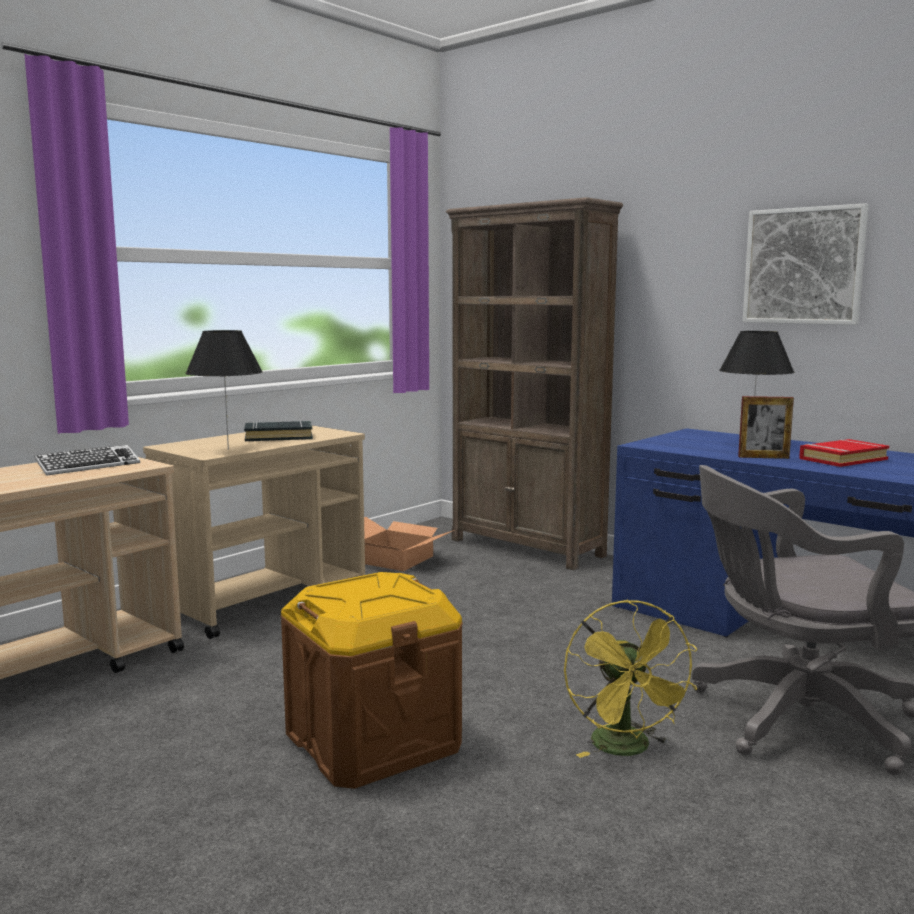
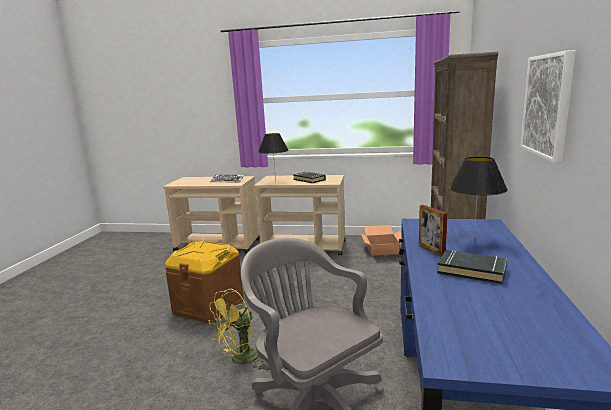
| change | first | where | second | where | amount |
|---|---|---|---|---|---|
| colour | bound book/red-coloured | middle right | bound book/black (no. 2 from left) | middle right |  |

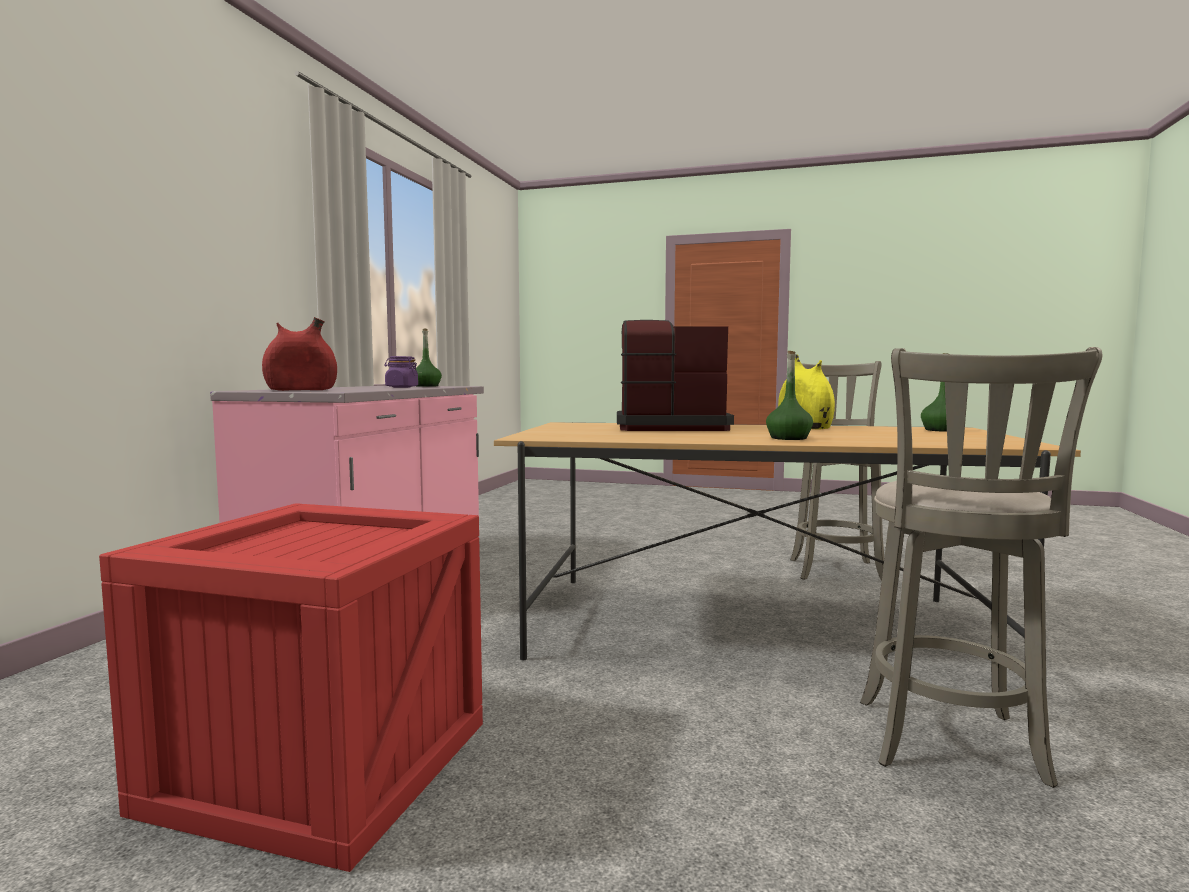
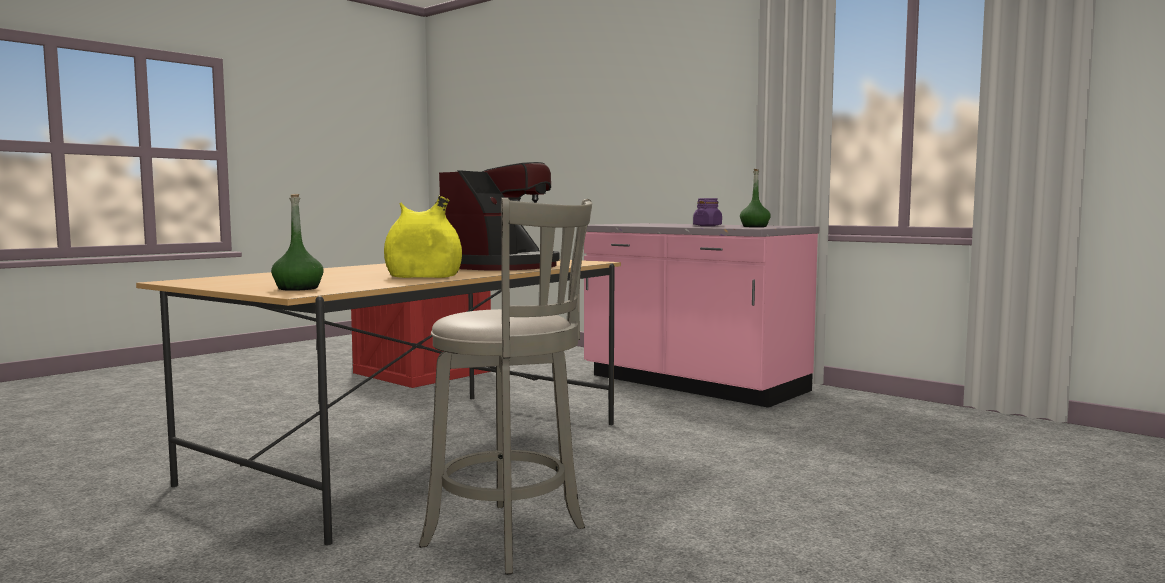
| change | first | where | second | where | amount |
|---|---|---|---|---|---|
| missing | flower vase/red-coloured | middle left |  |  |  |
| missing | bottle/greenish (no. 2 from left) | centre |  |  |  |
| missing | stool/grey (no. 2 from left) | middle right |  |  |  |

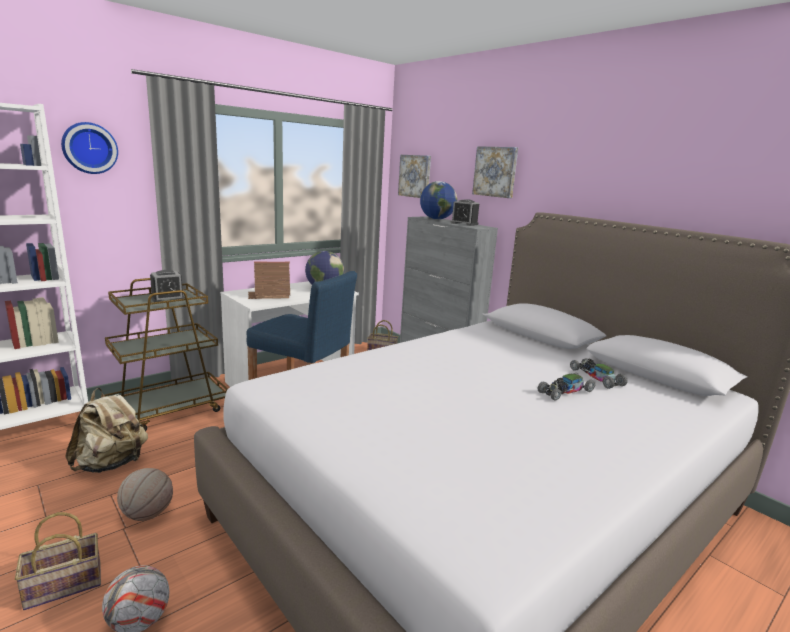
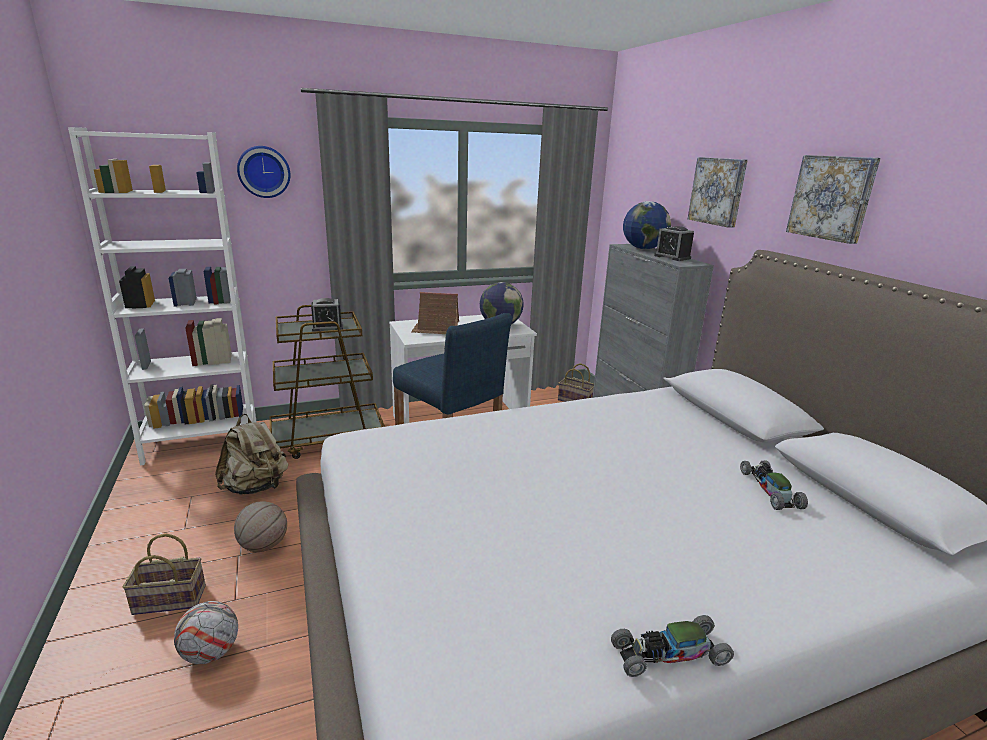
| change | first | where | second | where | amount |
|---|---|---|---|---|---|
| relocated | wall picture (no. 1 from left in the first image) | top centre | wall picture (no. 2 from left) | top right |  |
| relocated | miniature car (no. 1 from left) | middle right |  | bottom right |  |

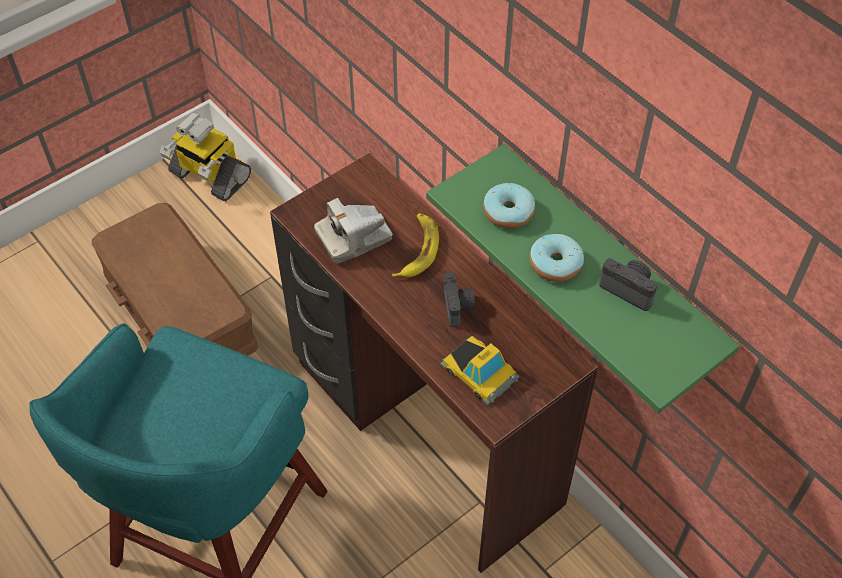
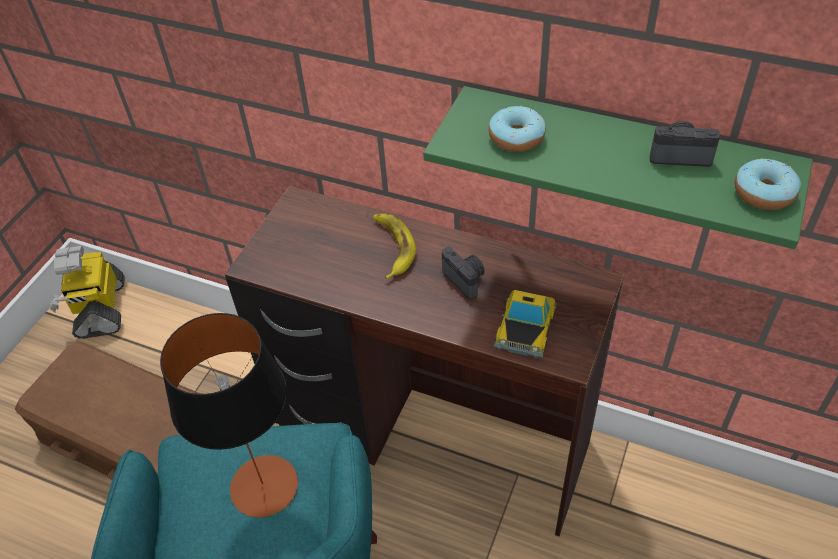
| change | first | where | second | where | amount |
|---|---|---|---|---|---|
| spun | robot figure | top left |  | middle left | 75 degrees clockwise |
| missing | still camera (no. 1 from left) | centre |  |  |  |
| spun | miniature car | centre |  | centre | 90 degrees counterclockwise |
| relocated | doughnut (no. 2 from left) | centre |  | top right |  |
| appeared |  |  | tabletop lamp | bottom left |  |

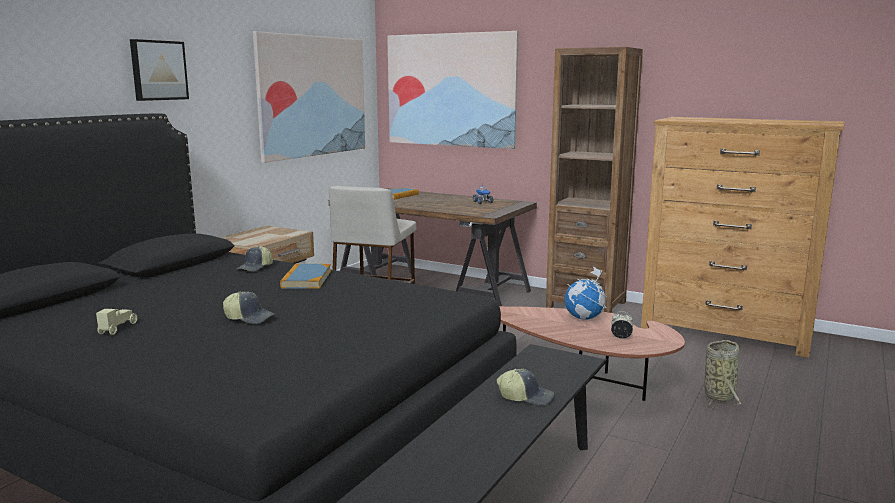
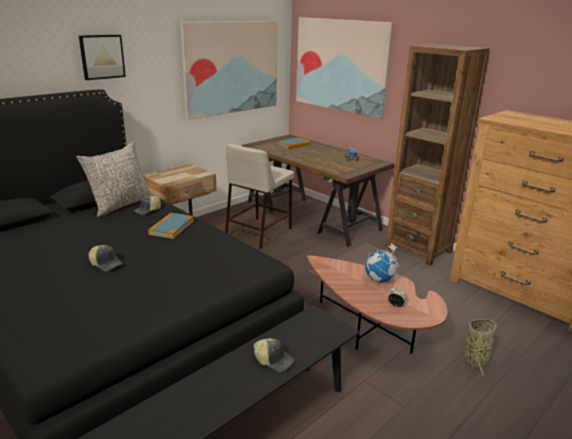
| change | first | where | second | where | amount |
|---|---|---|---|---|---|
| missing | miniature car/beige-coloured | middle left |  |  |  |
| appeared |  |  | throw pillow/grey | middle left |  |

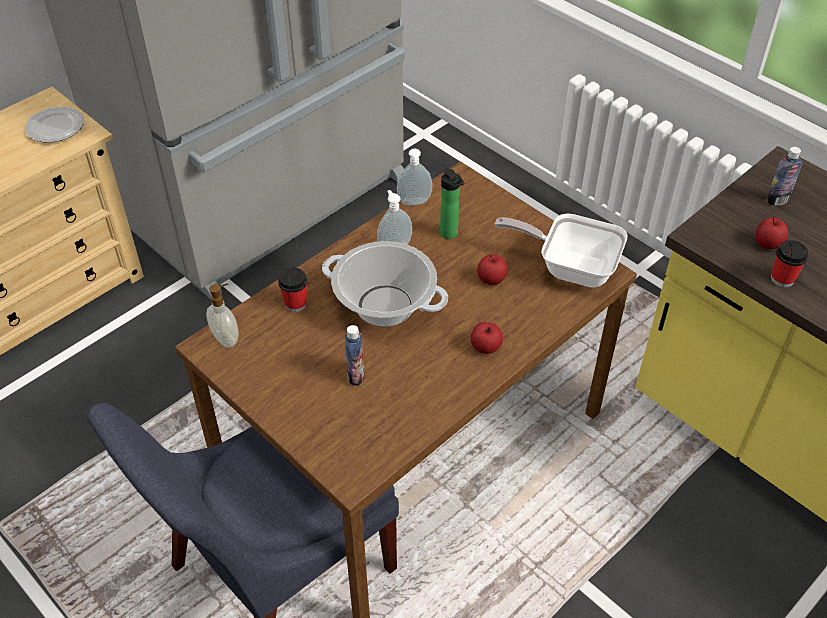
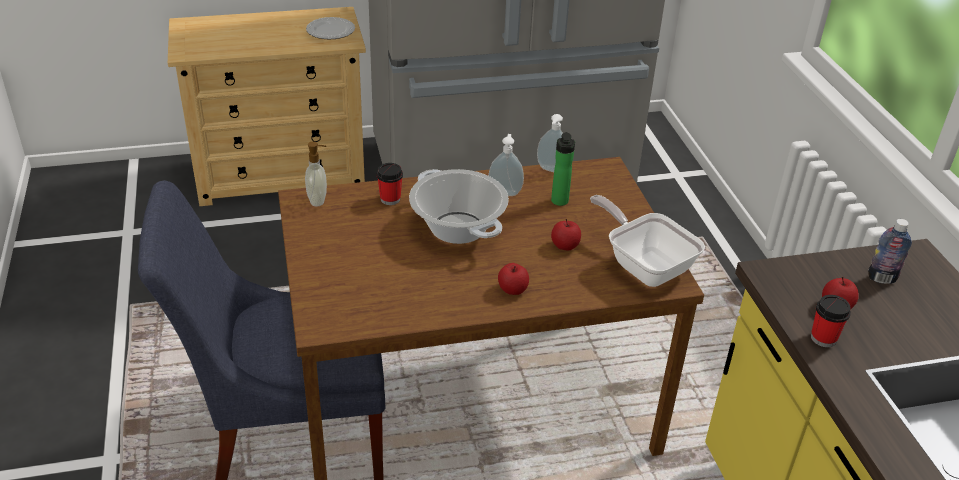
| change | first | where | second | where | amount |
|---|---|---|---|---|---|
| missing | bottle (no. 1 from left) | centre |  |  |  |

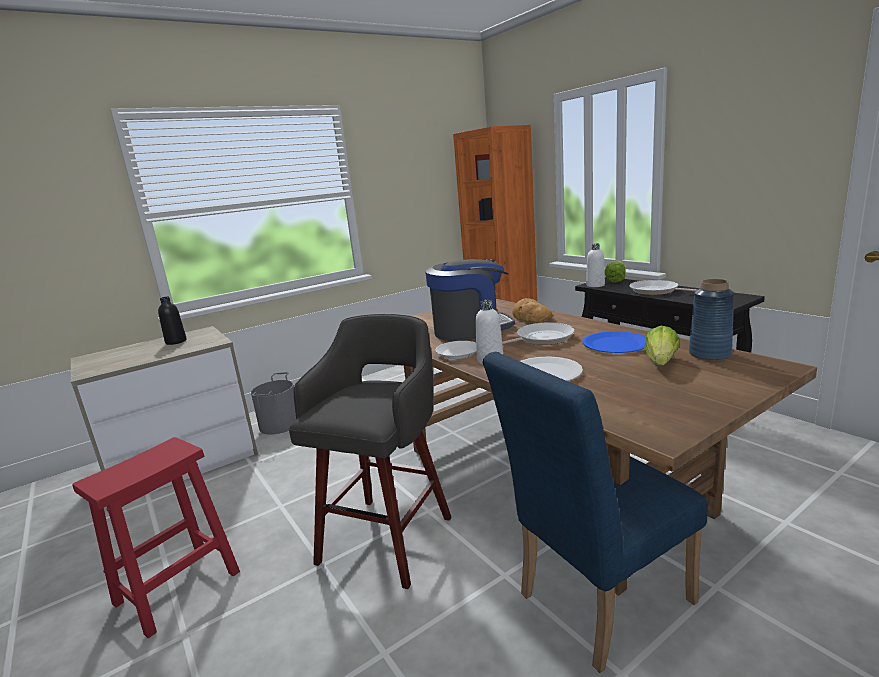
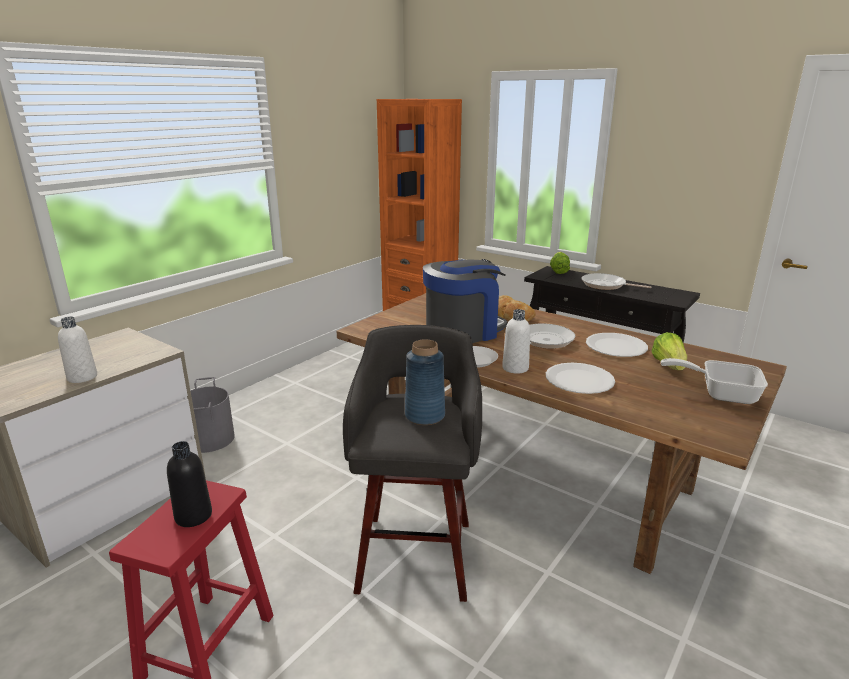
| change | first | where | second | where | amount |
|---|---|---|---|---|---|
| relocated | bottle/black | middle left |  | bottom left |  |
| missing | chair/bluish | bottom right |  |  |  |
| colour | plate/bluish | middle right | plate/whitish (no. 3 from left) | middle right |  |
| relocated | bottle/whitish (no. 2 from left in the first image) | middle right | bottle/whitish (no. 1 from left) | middle left |  |
| relocated | flower vase/bluish | middle right |  | centre |  |
| appeared |  |  | frying pan (no. 3 from left) | middle right |  |

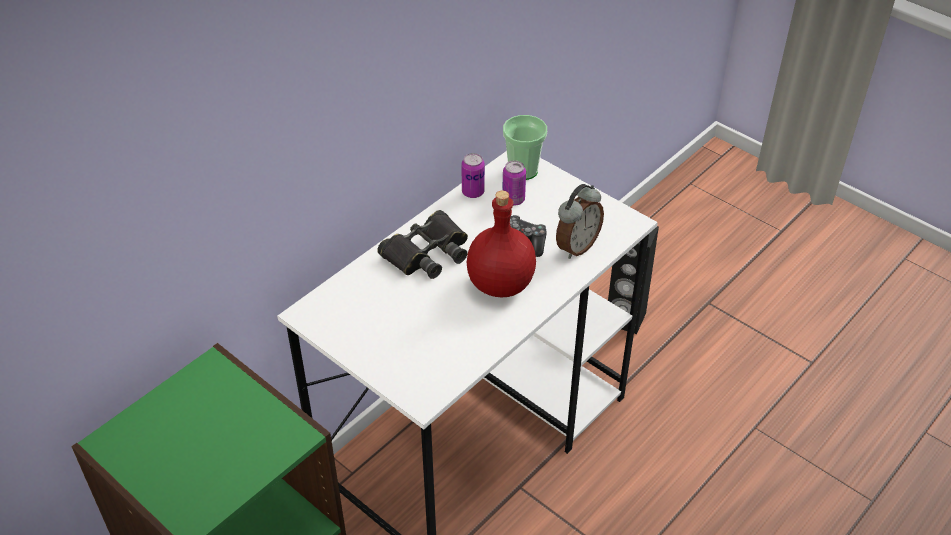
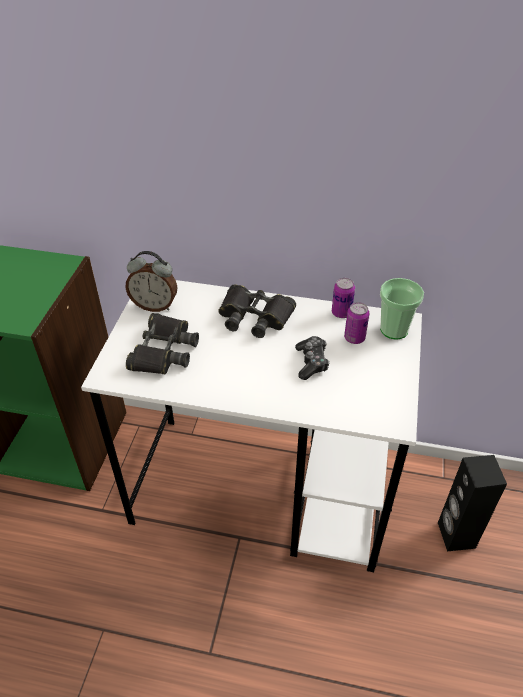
| change | first | where | second | where | amount |
|---|---|---|---|---|---|
| missing | bottle/red-coloured | centre |  |  |  |
| relocated | alarm clock | centre |  | middle left |  |
| appeared |  |  | pair of binoculars/black (no. 1 from left) | middle left |  |

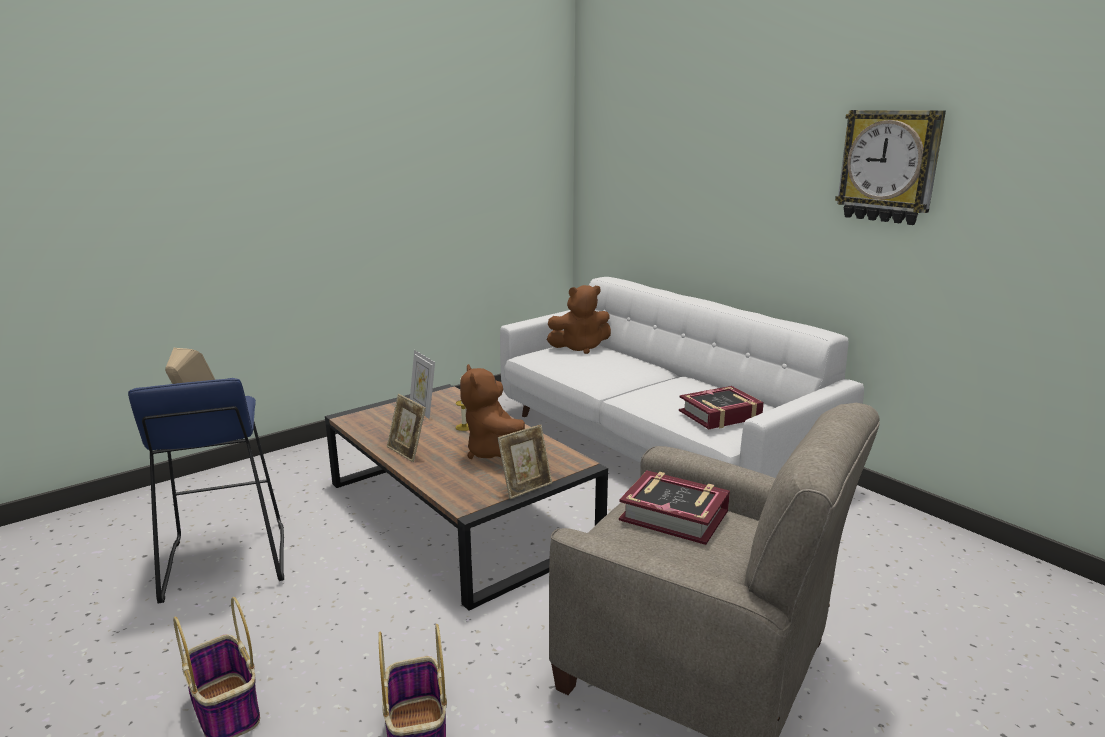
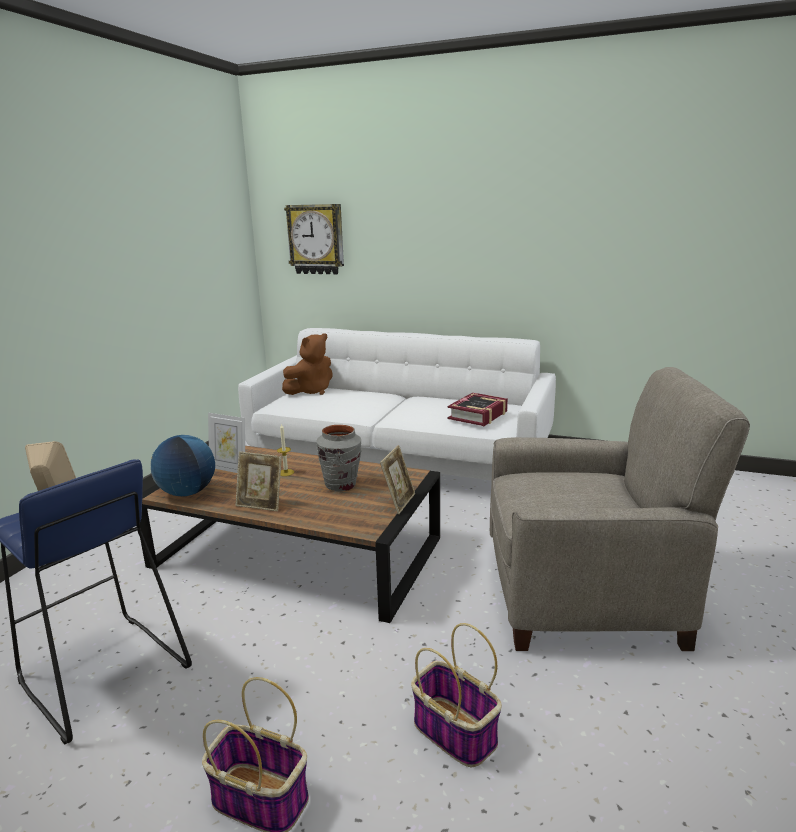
| change | first | where | second | where | amount |
|---|---|---|---|---|---|
| exchanged | cuddly toy/brown (no. 1 from left) | centre | flower vase/grey | centre |  |
| missing | bound book (no. 1 from left) | bottom centre |  |  |  |
| relocated | hanging clock | top right |  | top centre |  |
| appeared |  |  | world globe | middle left |  |

